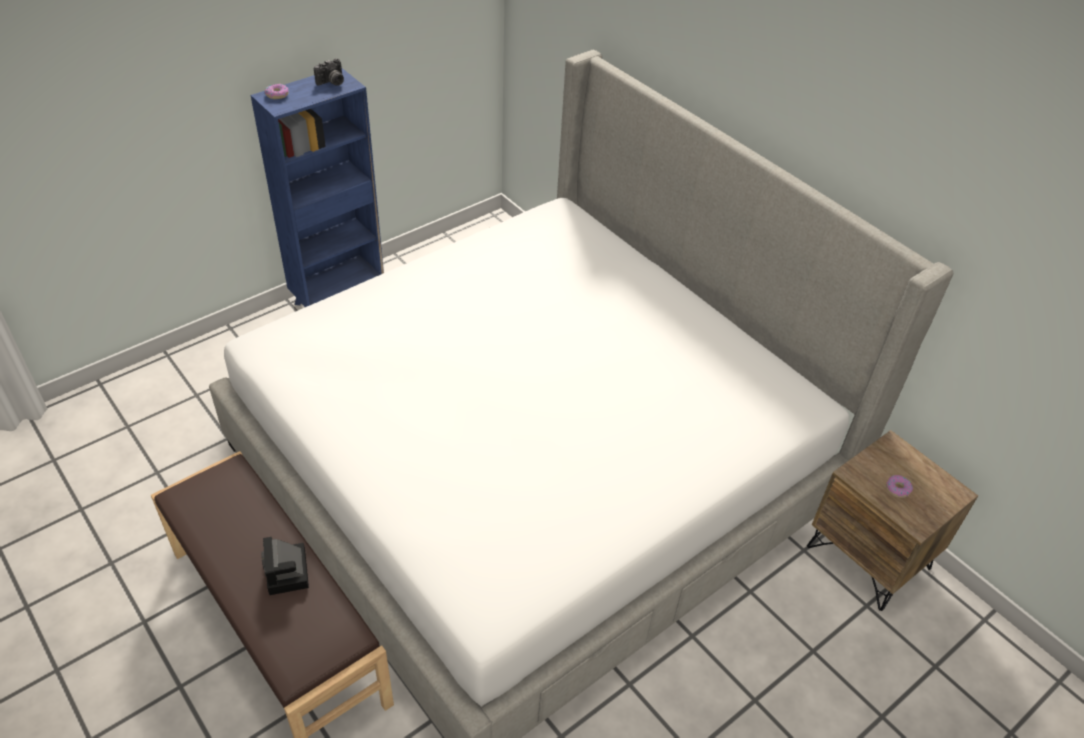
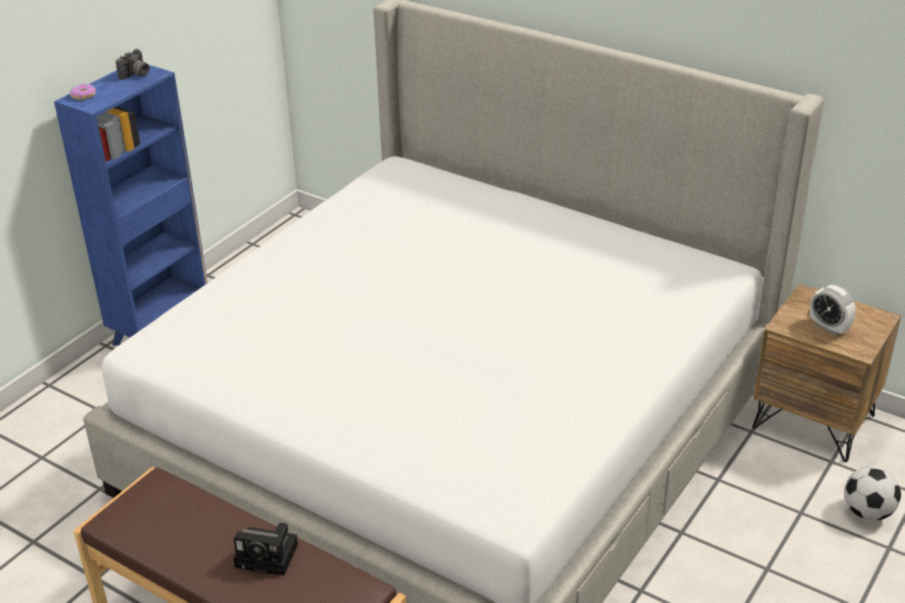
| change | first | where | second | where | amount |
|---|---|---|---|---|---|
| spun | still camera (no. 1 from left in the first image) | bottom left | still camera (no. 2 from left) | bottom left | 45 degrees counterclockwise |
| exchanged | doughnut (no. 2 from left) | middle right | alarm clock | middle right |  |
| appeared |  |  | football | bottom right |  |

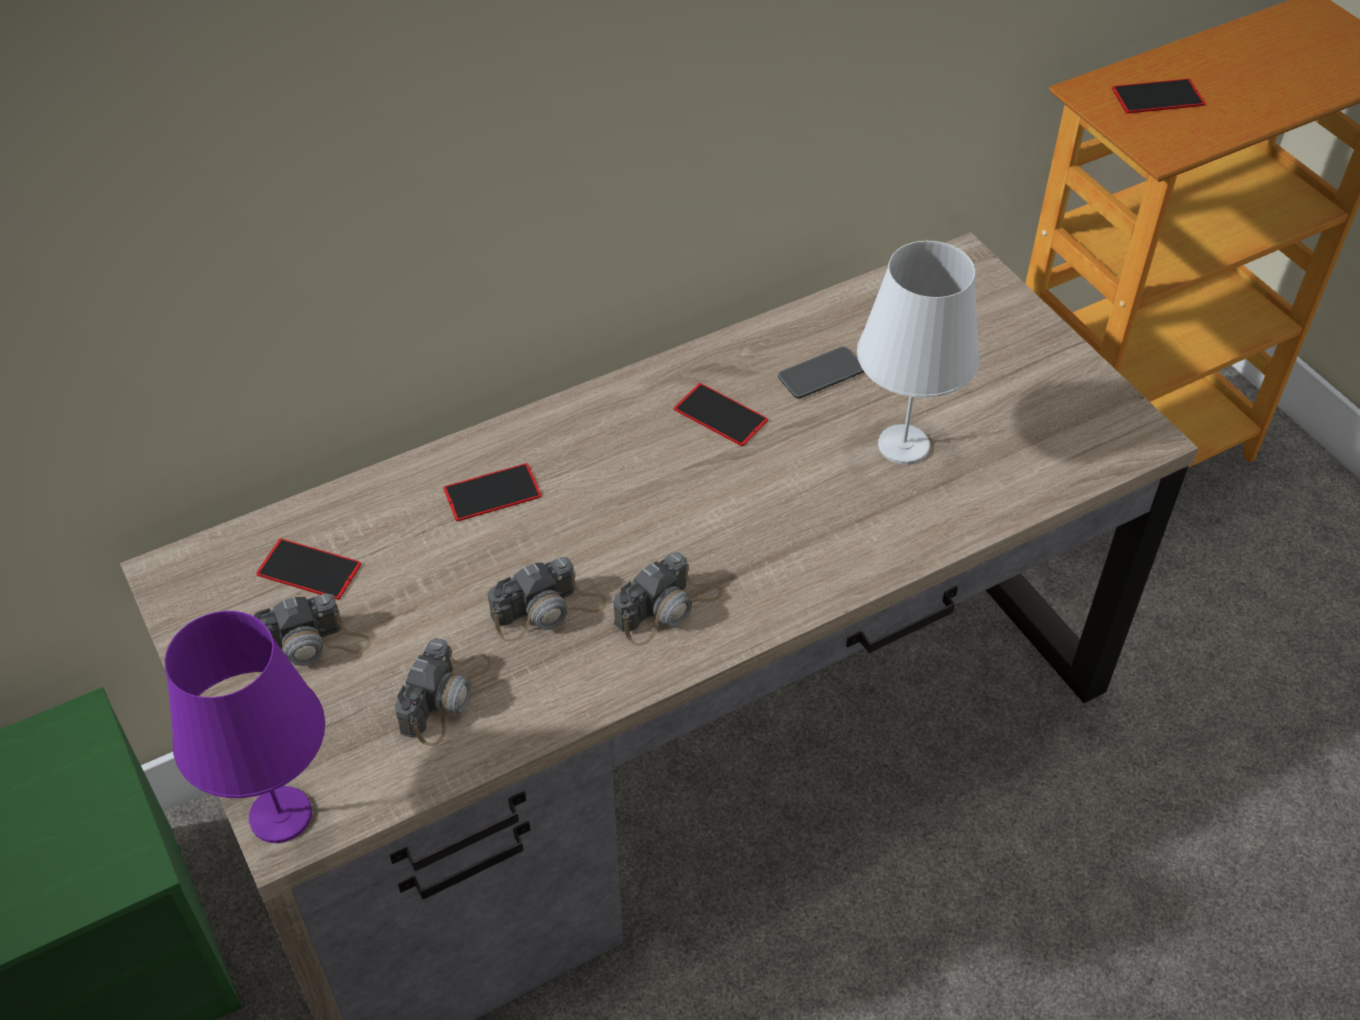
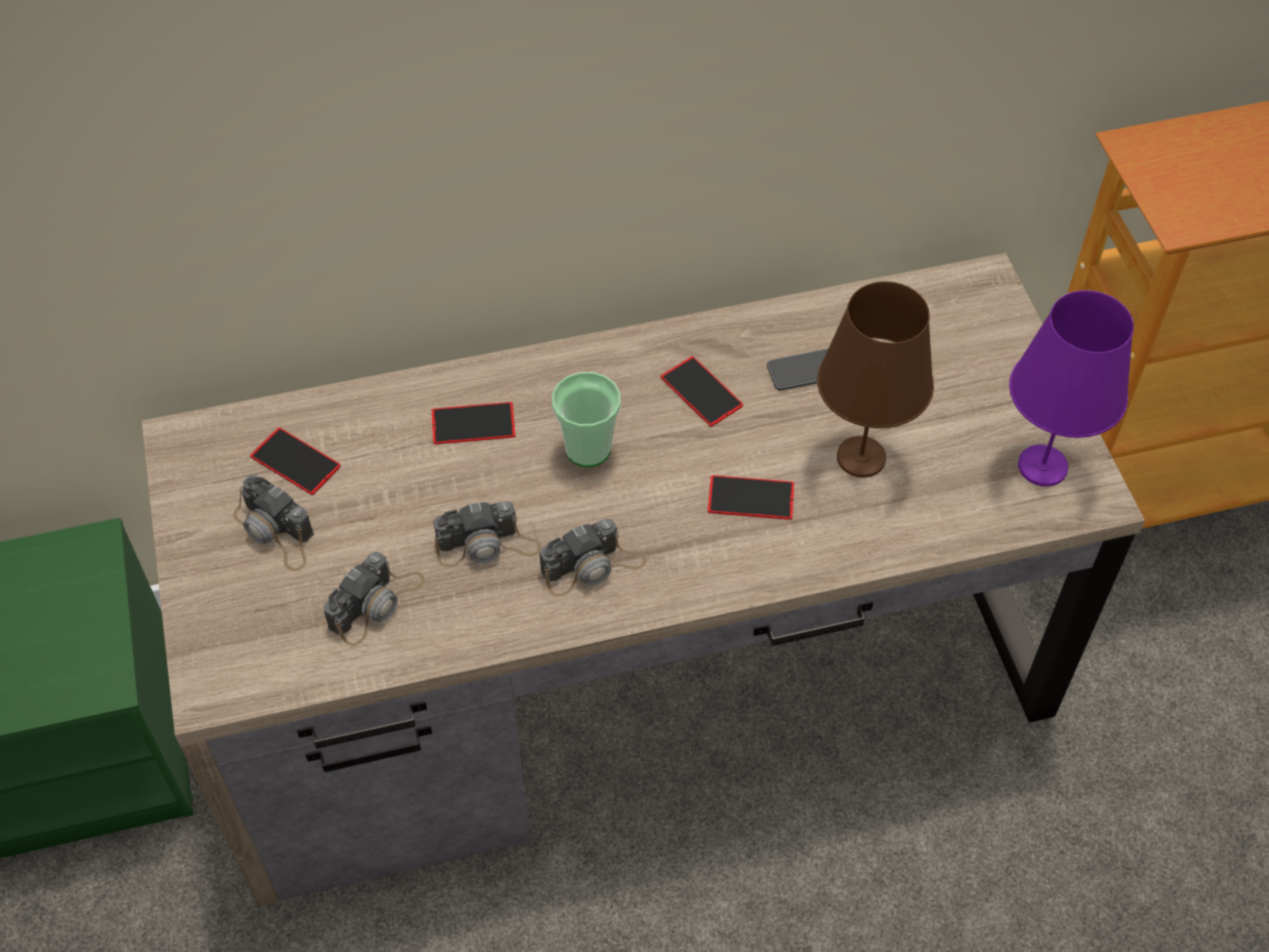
| change | first | where | second | where | amount |
|---|---|---|---|---|---|
| relocated | tabletop lamp/purple-coloured | bottom left |  | middle right |  |
| spun | still camera (no. 1 from left) | middle left |  | middle left | 45 degrees clockwise |
| colour | tabletop lamp/whitish | middle right | tabletop lamp/brown | middle right |  |
| relocated | handset (no. 5 from left in the first image) | top right | handset (no. 4 from left) | centre |  |
| appeared |  |  | drinking cup | centre |  |

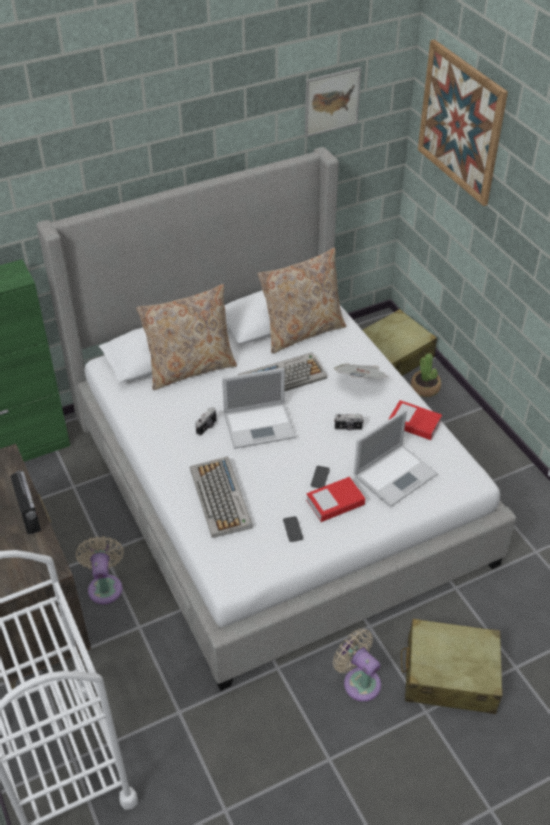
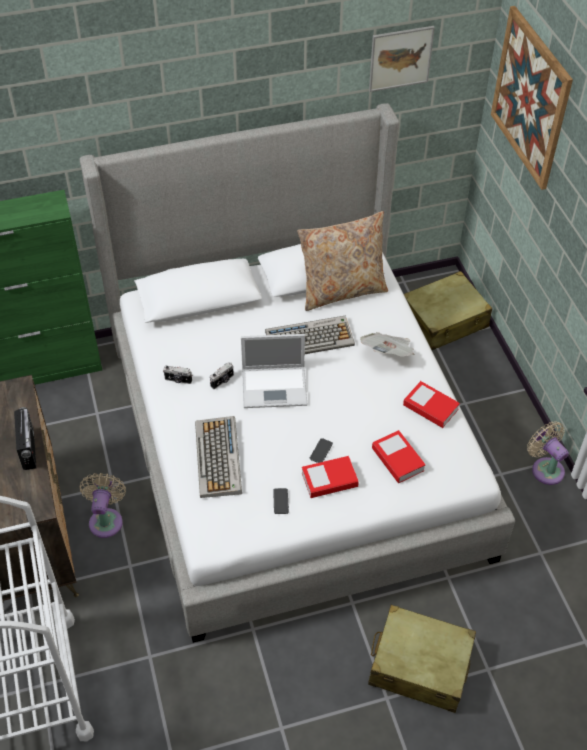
| change | first | where | second | where | amount |
|---|---|---|---|---|---|
| missing | throw pillow/beige-coloured (no. 1 from left) | centre |  |  |  |
| relocated | fan/beige-coloured (no. 2 from left) | bottom centre |  | middle right |  |
| relocated | still camera (no. 2 from left in the first image) | centre | still camera (no. 1 from left) | middle left |  |
| exchanged | laptop (no. 2 from left) | middle right | bound book (no. 2 from left) | middle right |  |
| missing | plant in a pot | middle right |  |  |  |

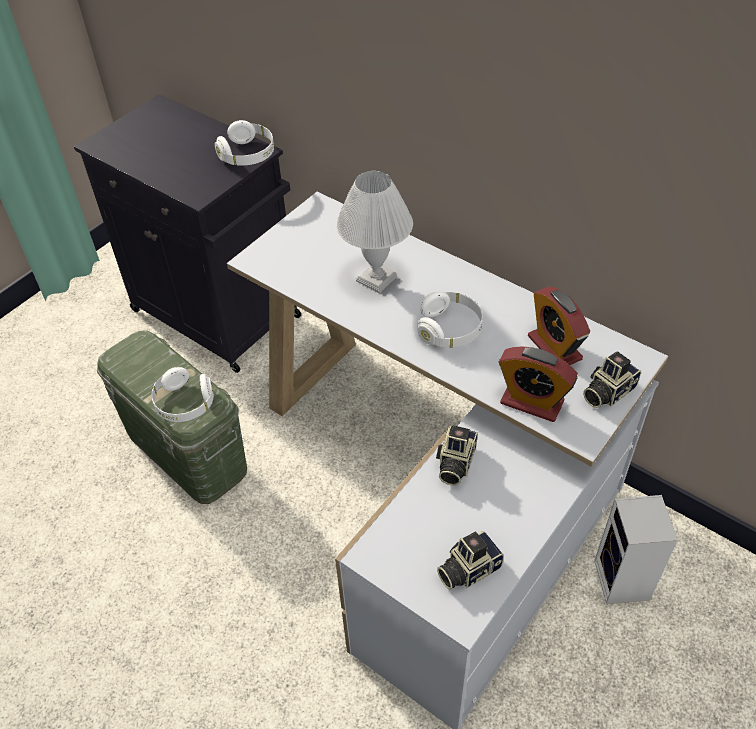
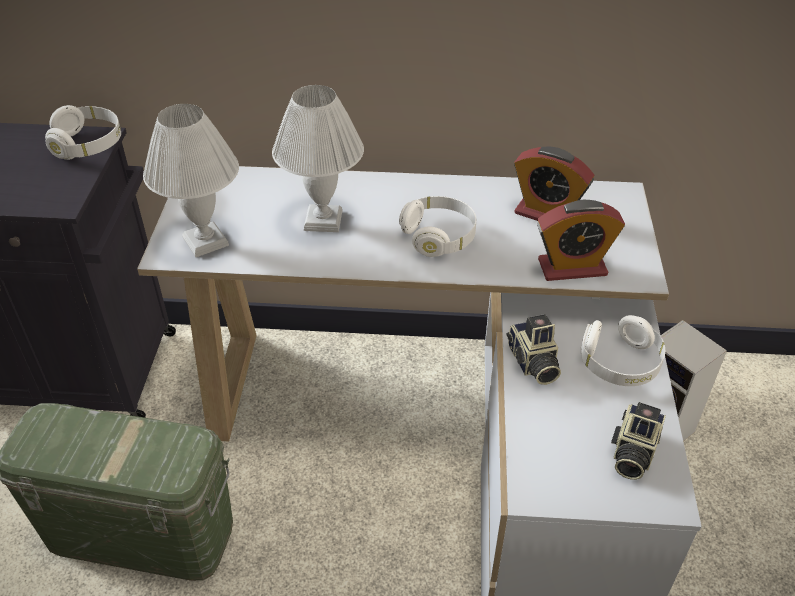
| change | first | where | second | where | amount |
|---|---|---|---|---|---|
| relocated | headset/whitish (no. 1 from left in the first image) | middle left | headset/whitish (no. 3 from left) | middle right |  |
| missing | still camera (no. 3 from left) | middle right |  |  |  |
| appeared |  |  | tabletop lamp/whitish (no. 1 from left) | top left |  |

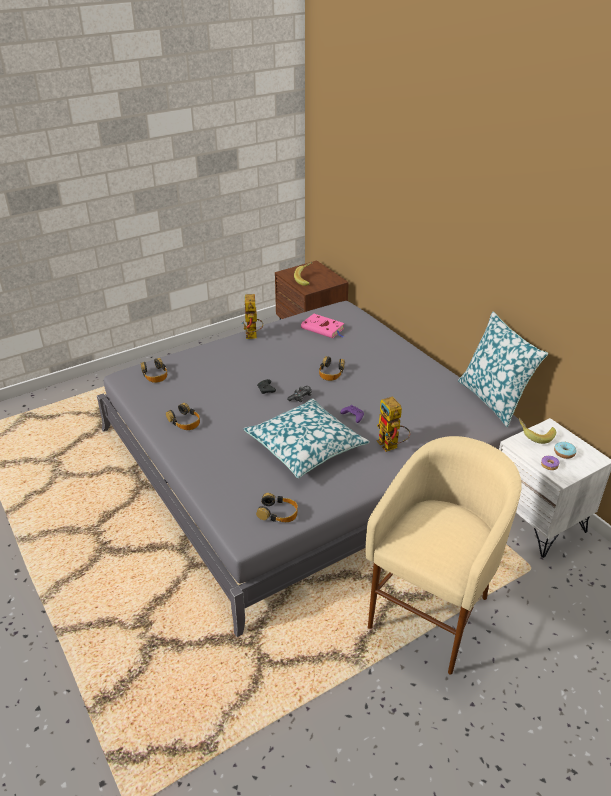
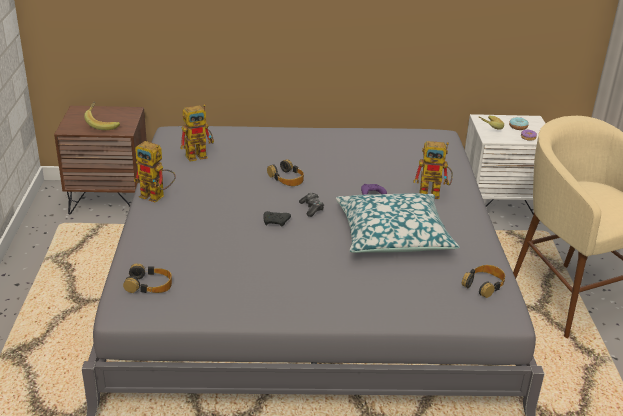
| change | first | where | second | where | amount |
|---|---|---|---|---|---|
| missing | headset (no. 2 from left) | middle left |  |  |  |
| exchanged | bound book/pinkish | centre | robot figure (no. 2 from left) | top left |  |
| missing | throw pillow (no. 2 from left) | middle right |  |  |  |

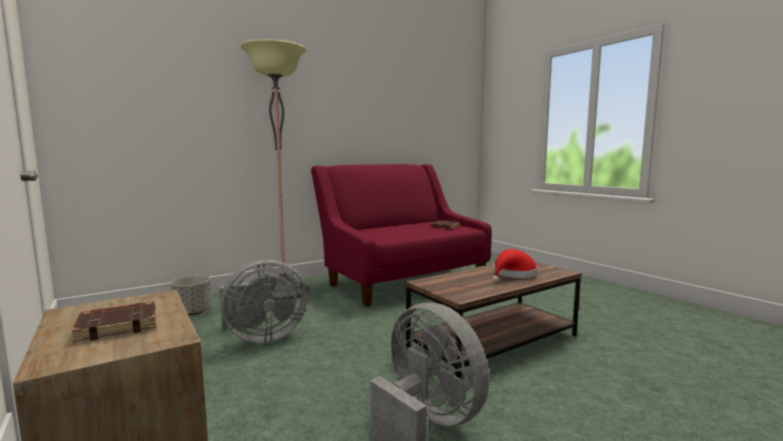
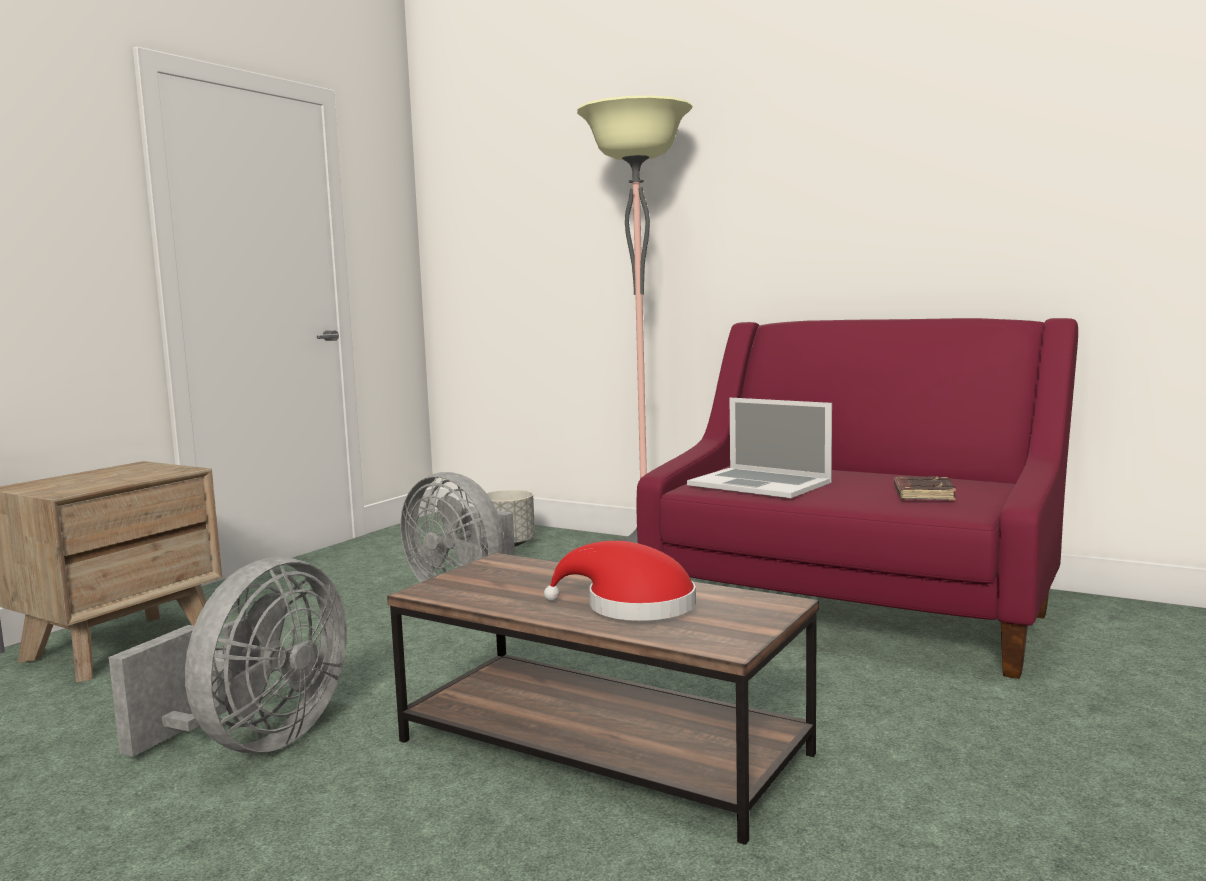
| change | first | where | second | where | amount |
|---|---|---|---|---|---|
| missing | bound book/brown (no. 1 from left) | bottom left |  |  |  |
| appeared |  |  | laptop | centre |  |

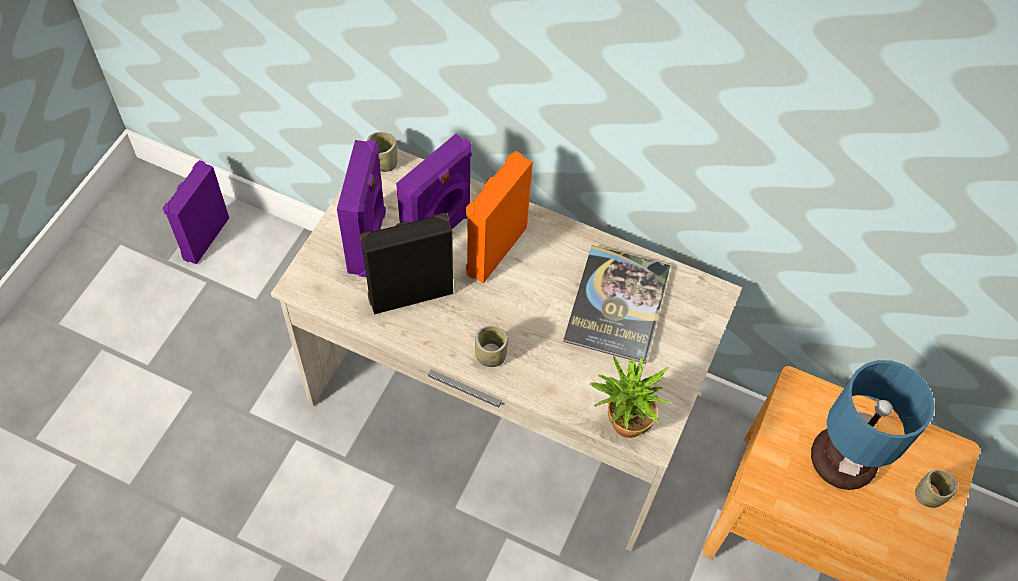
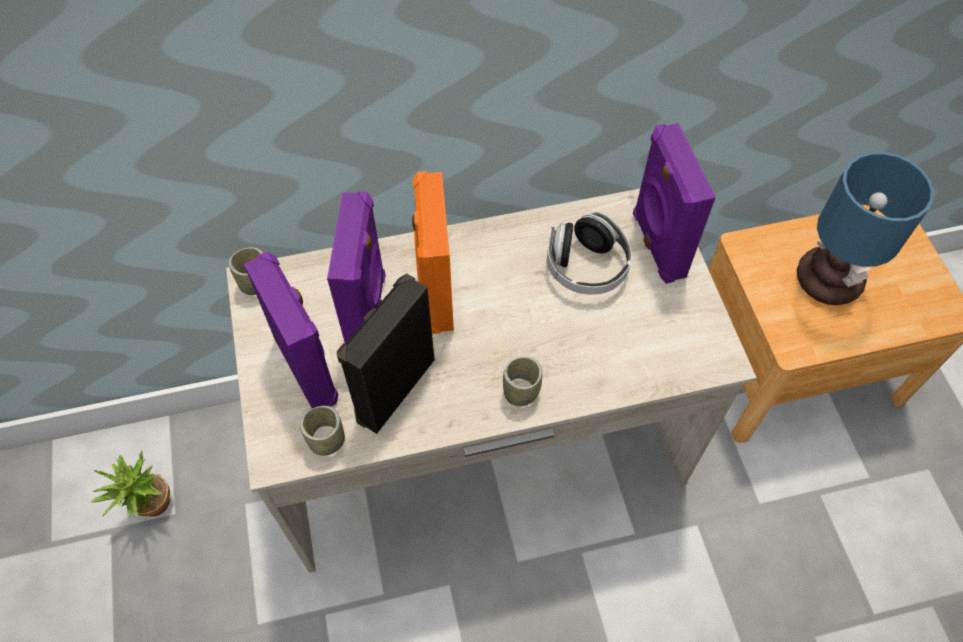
| change | first | where | second | where | amount |
|---|---|---|---|---|---|
| relocated | loudspeaker/purple-coloured (no. 1 from left in the first image) | middle left | loudspeaker/purple-coloured (no. 3 from left) | top right |  |
| exchanged | bound book | centre | headset | centre |  |
| relocated | plant in a pot | bottom centre |  | bottom left |  |
| relocated | drinking cup (no. 3 from left in the first image) | bottom right | drinking cup (no. 2 from left) | bottom centre |  |

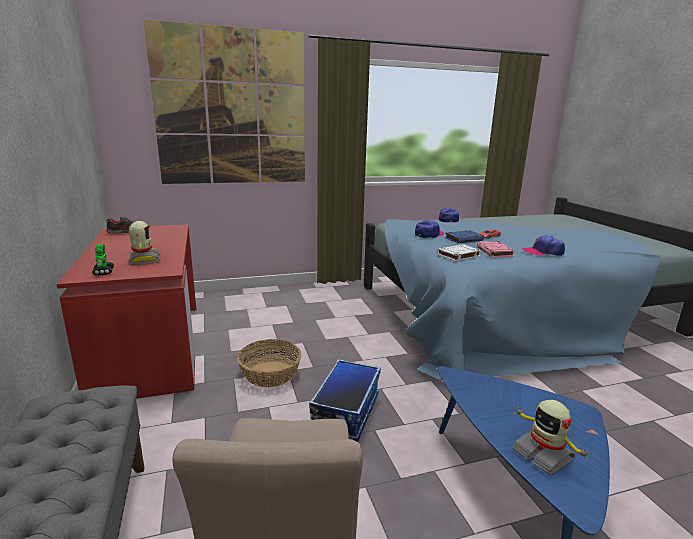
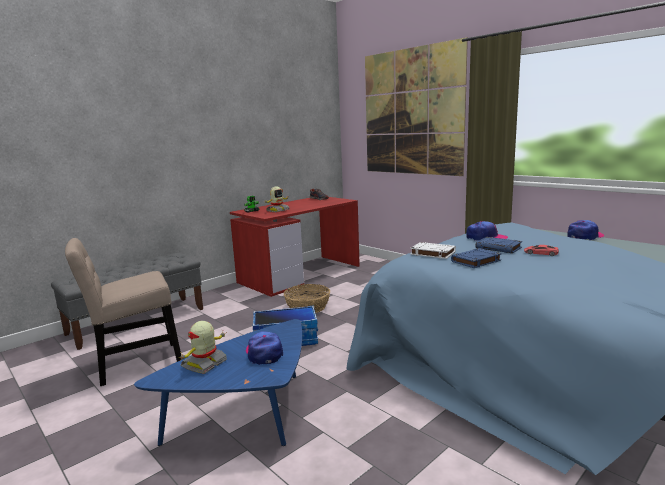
| change | first | where | second | where | amount |
|---|---|---|---|---|---|
| colour | bound book/pinkish | middle right | bound book/bluish (no. 1 from left) | middle right |  |
| relocated | cap (no. 3 from left in the first image) | middle right | cap (no. 1 from left) | bottom centre |  |

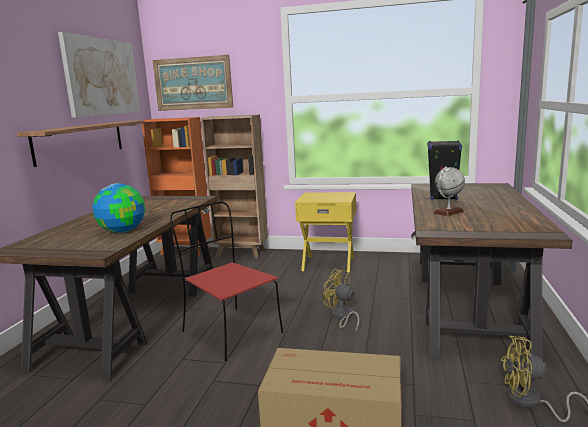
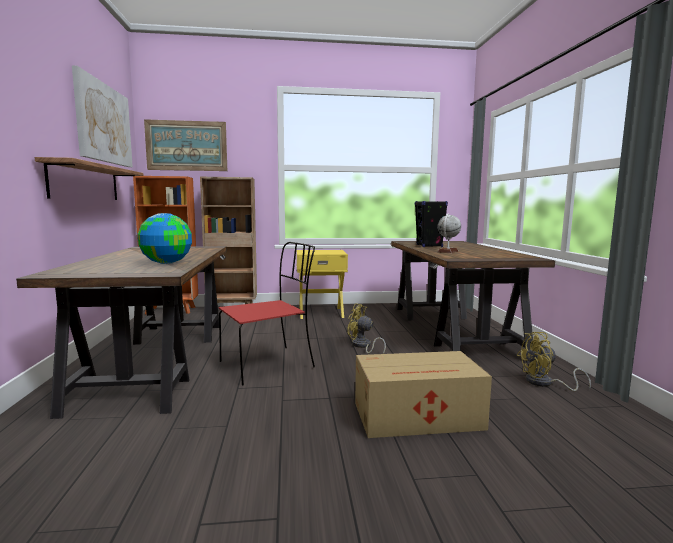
| change | first | where | second | where | amount |
|---|---|---|---|---|---|
| spun | chair/red-coloured | centre |  | centre | 120 degrees clockwise |

